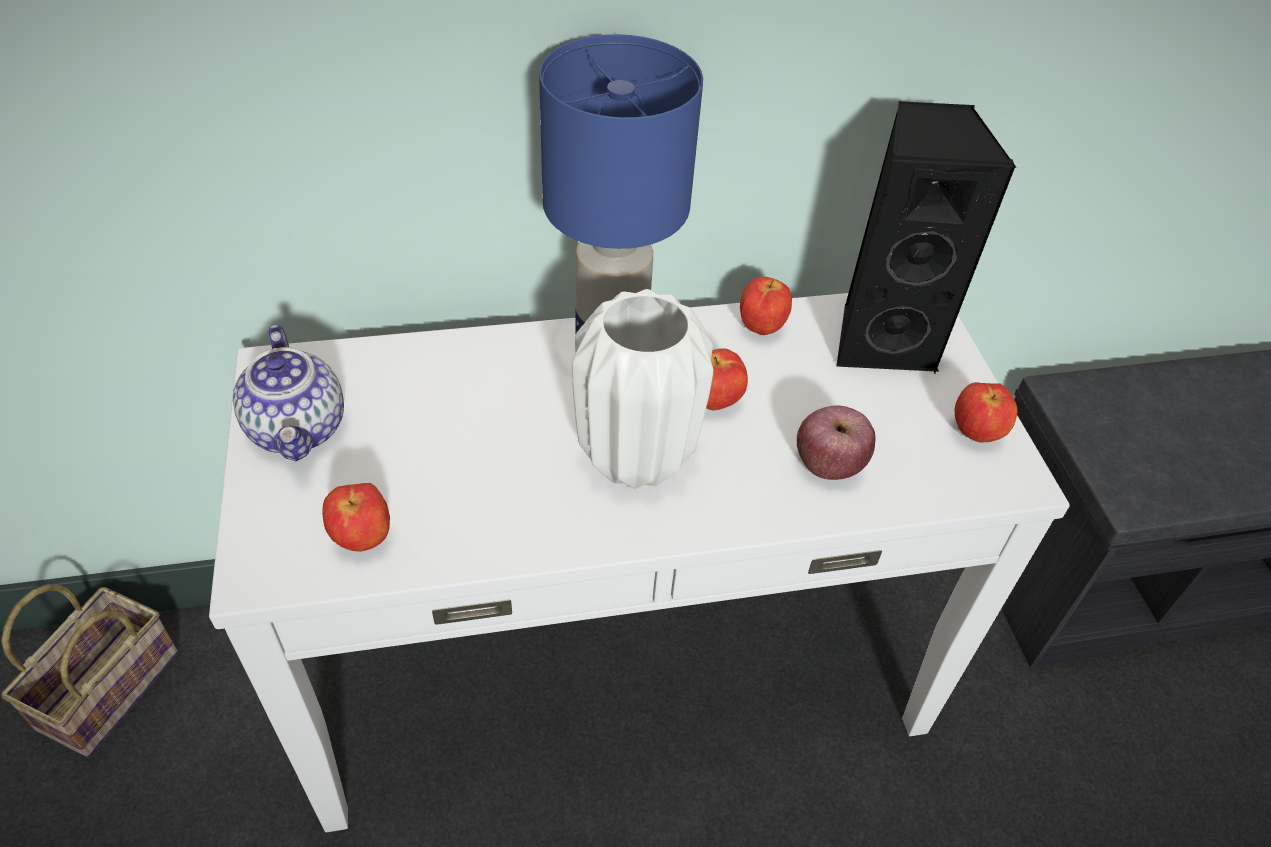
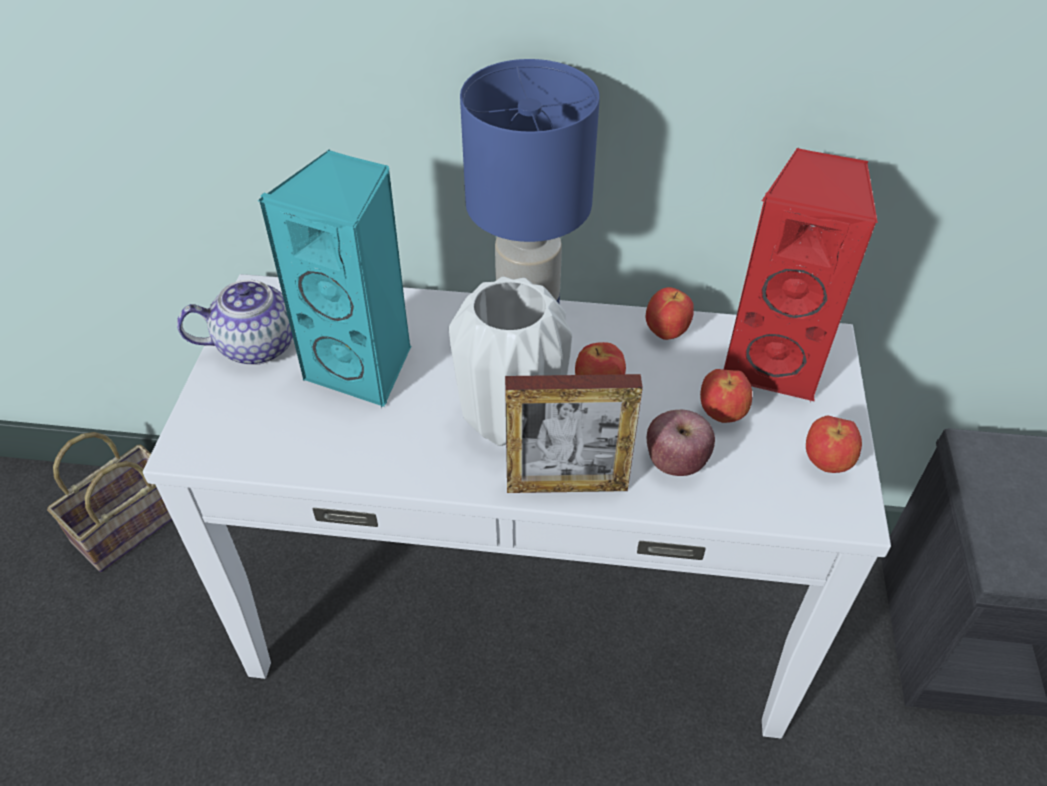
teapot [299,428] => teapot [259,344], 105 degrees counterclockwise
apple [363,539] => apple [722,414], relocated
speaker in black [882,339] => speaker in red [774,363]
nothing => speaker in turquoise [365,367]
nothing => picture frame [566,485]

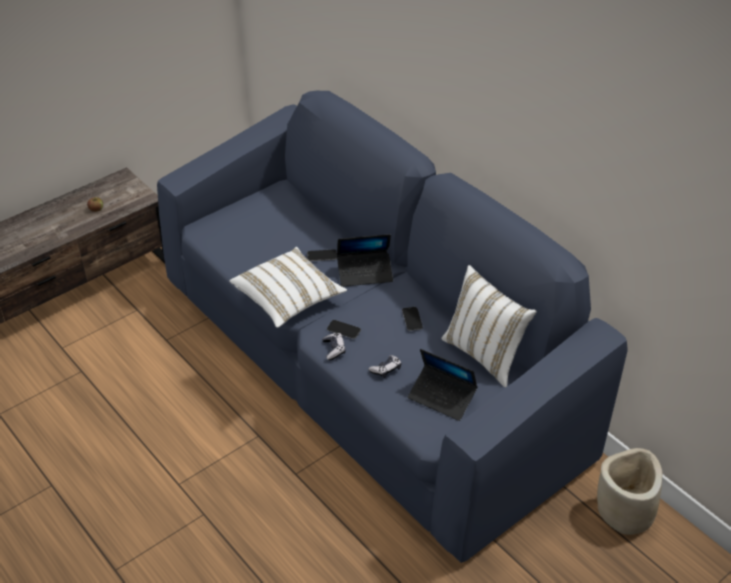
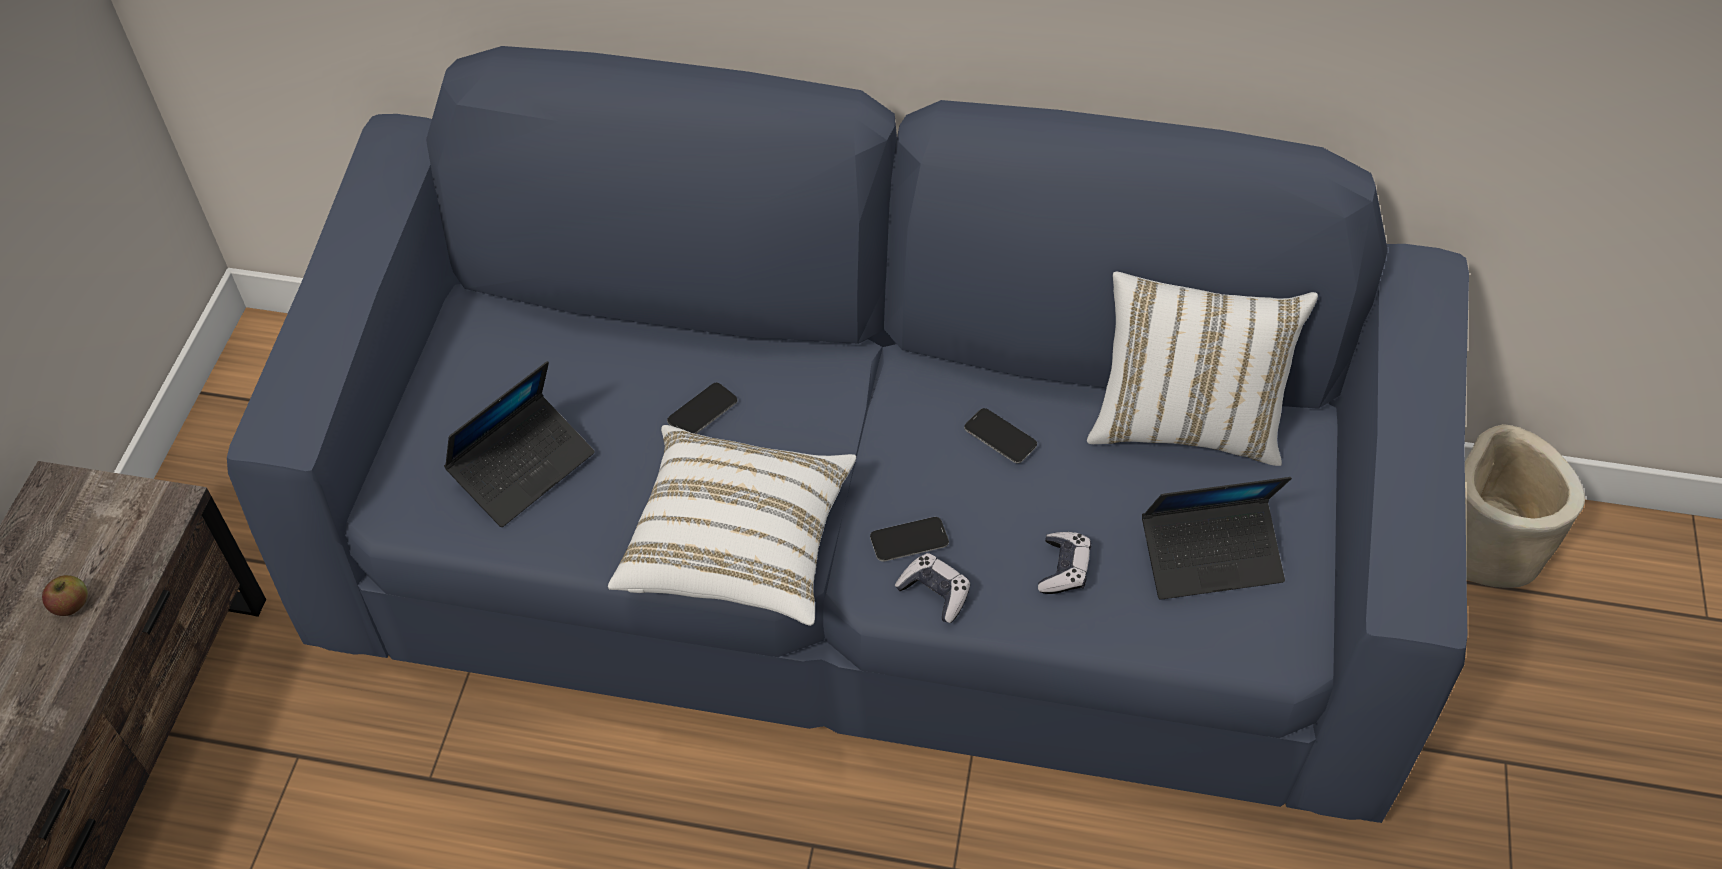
laptop [365,273] => laptop [523,468], relocated

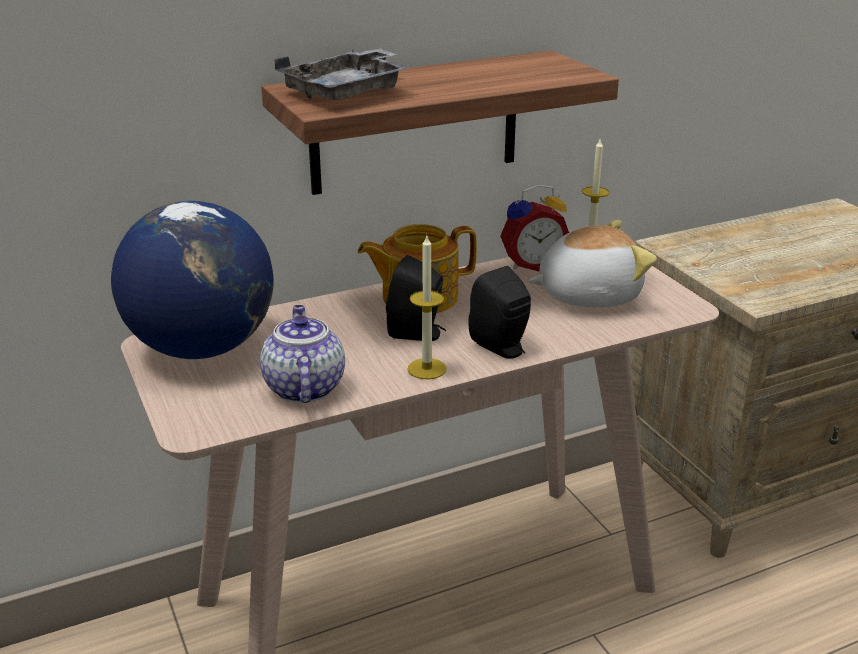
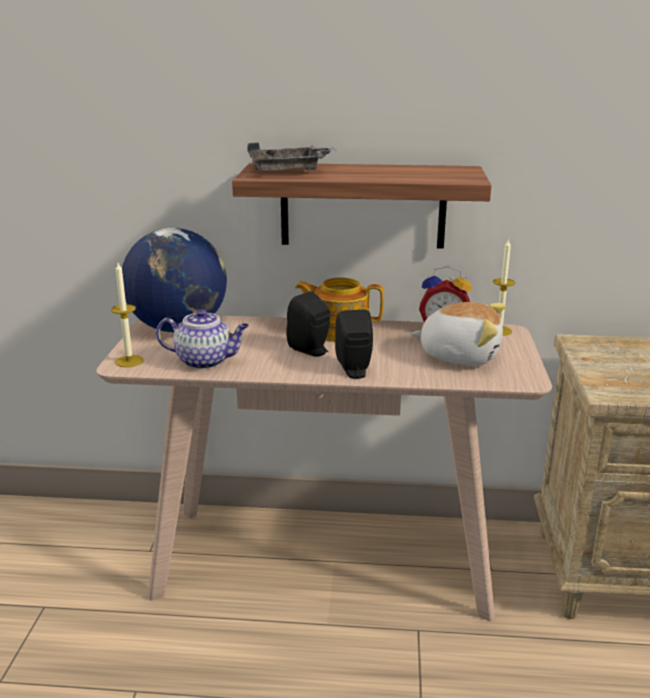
teapot [303,387] => teapot [205,361], 75 degrees clockwise
candle [427,369] => candle [129,361], relocated

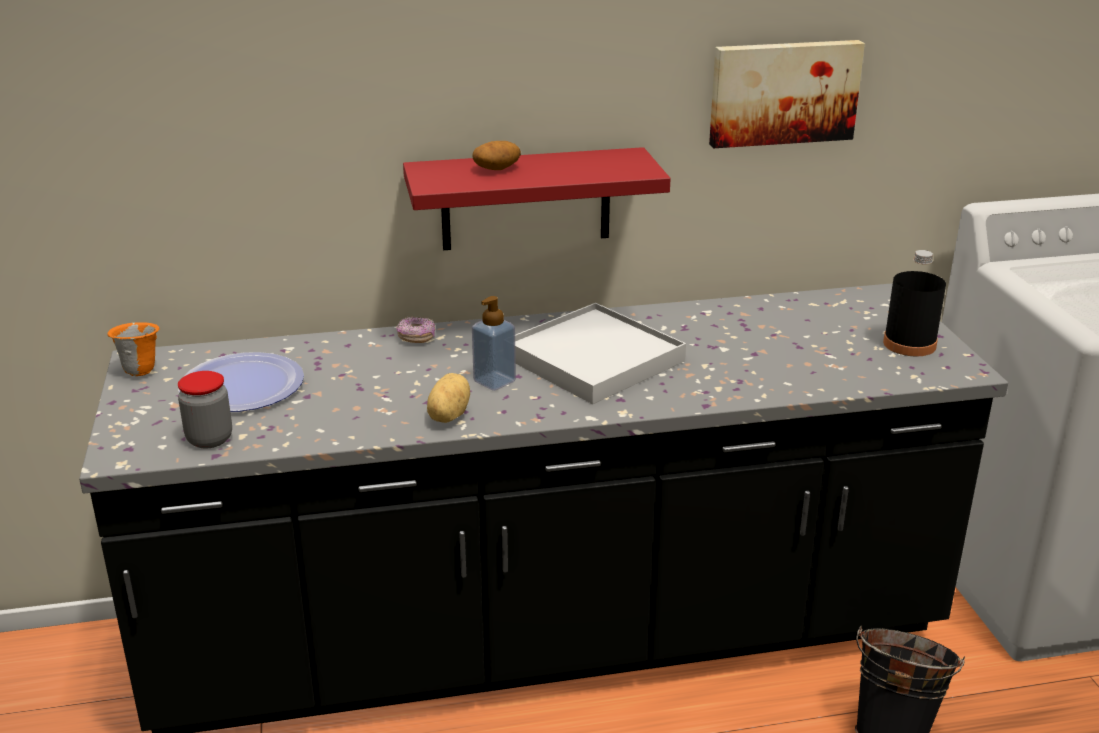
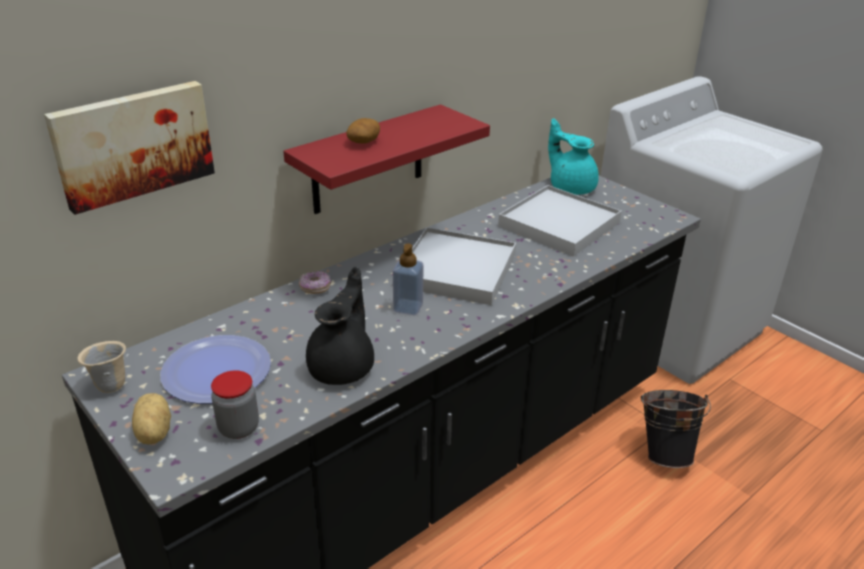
mug in orange [140,371] => mug in beige [110,385]
potato [447,416] => potato [152,433], relocated
picture [783,92] => picture [133,143], relocated
bottle in black [909,344] => nothing
nothing => teapot in black [343,367]
nothing => tray in white [559,224]
nothing => teapot in turquoise [571,187]

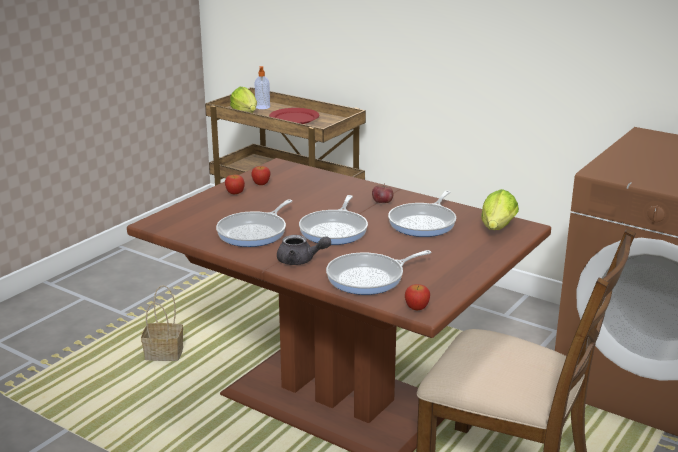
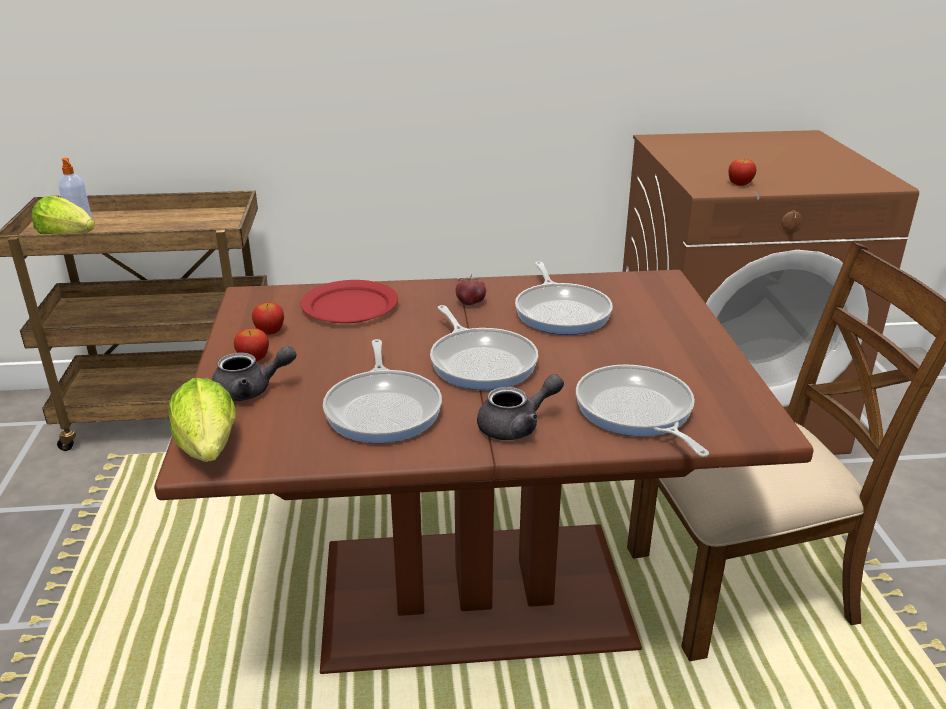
basket [165,353] => nothing
plate in red [294,118] => plate in red [349,306], relocated
frying pan [369,278] => frying pan [636,412], 135 degrees clockwise
apple [417,308] => apple [740,184], relocated
lettuce [496,229] => lettuce [209,451], relocated
nothing => teapot in grey [251,390]

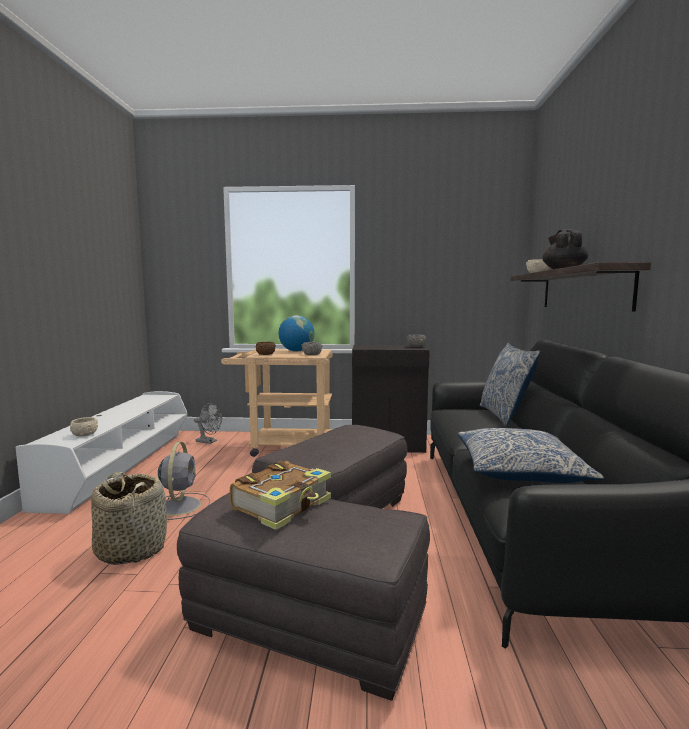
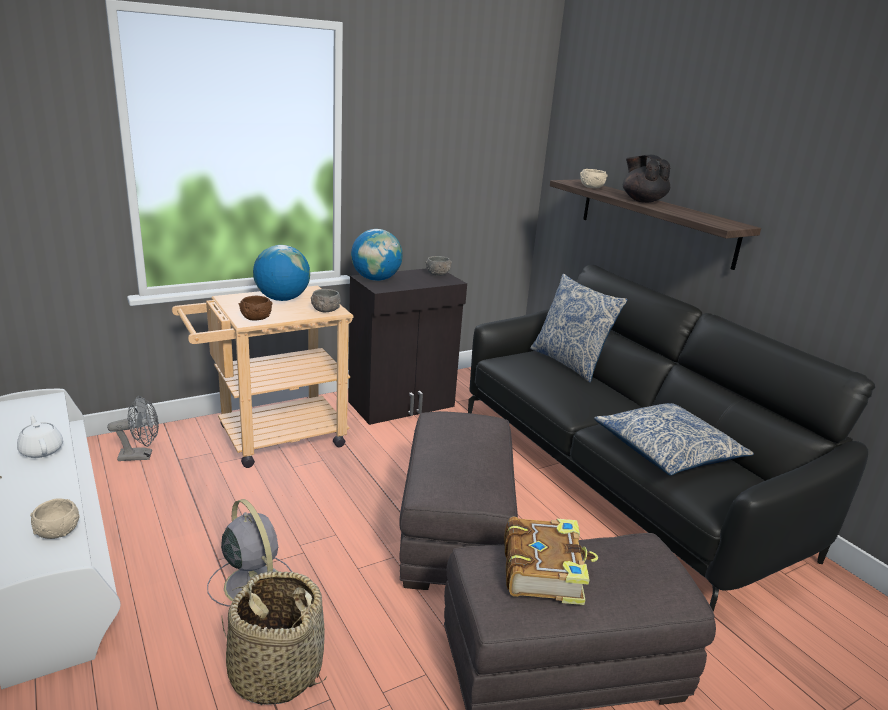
nothing => teapot in white [41,450]
nothing => globe [376,279]

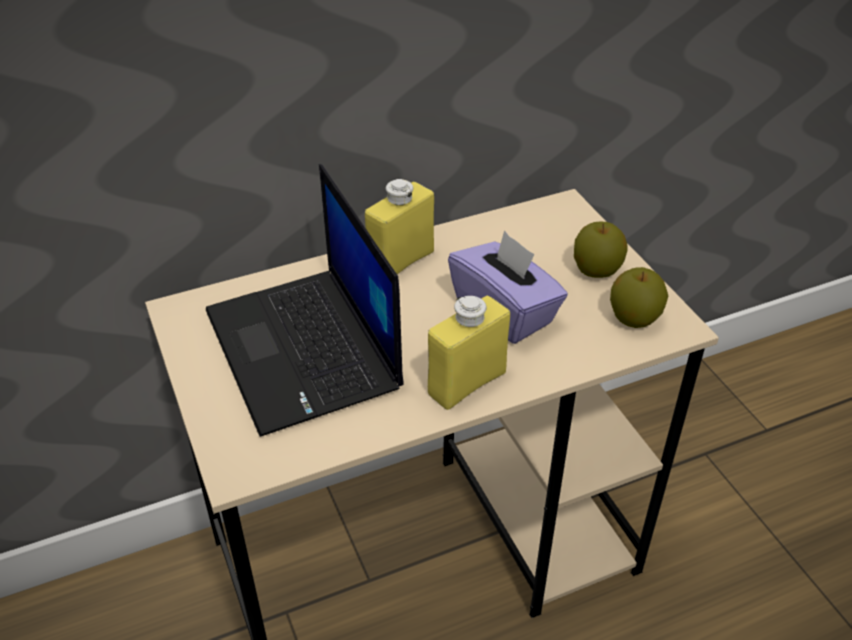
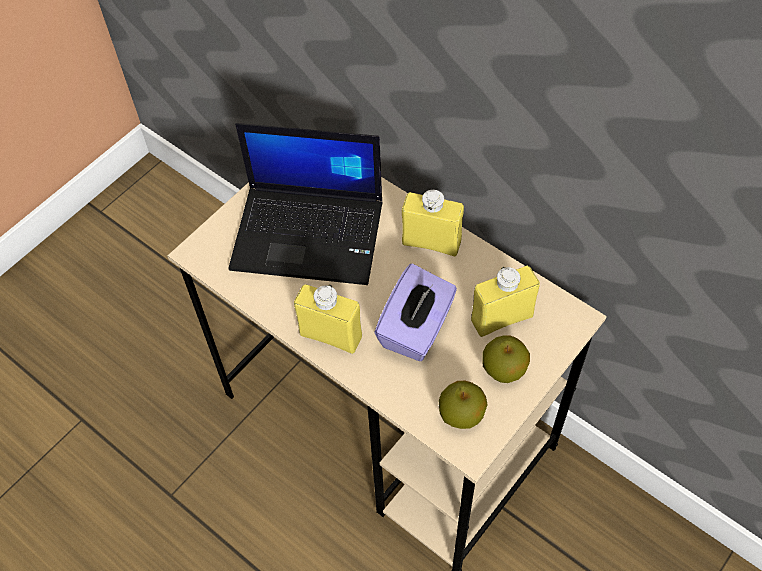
laptop [305,350] => laptop [310,234], 120 degrees counterclockwise
nothing => bottle in yellow [501,318]

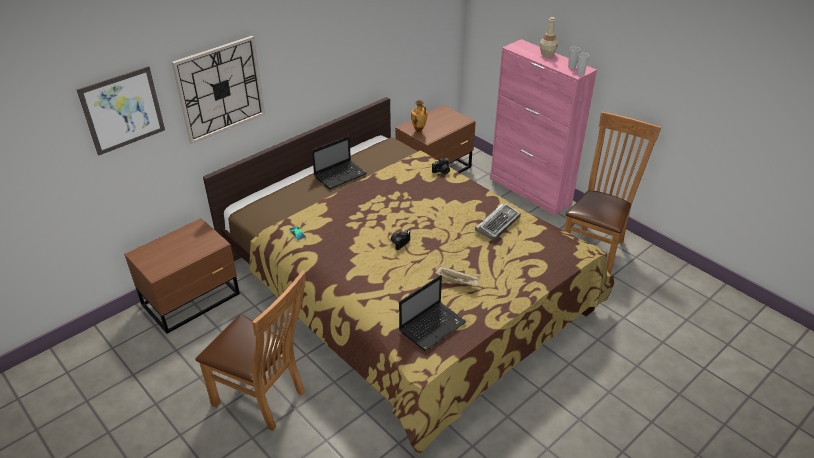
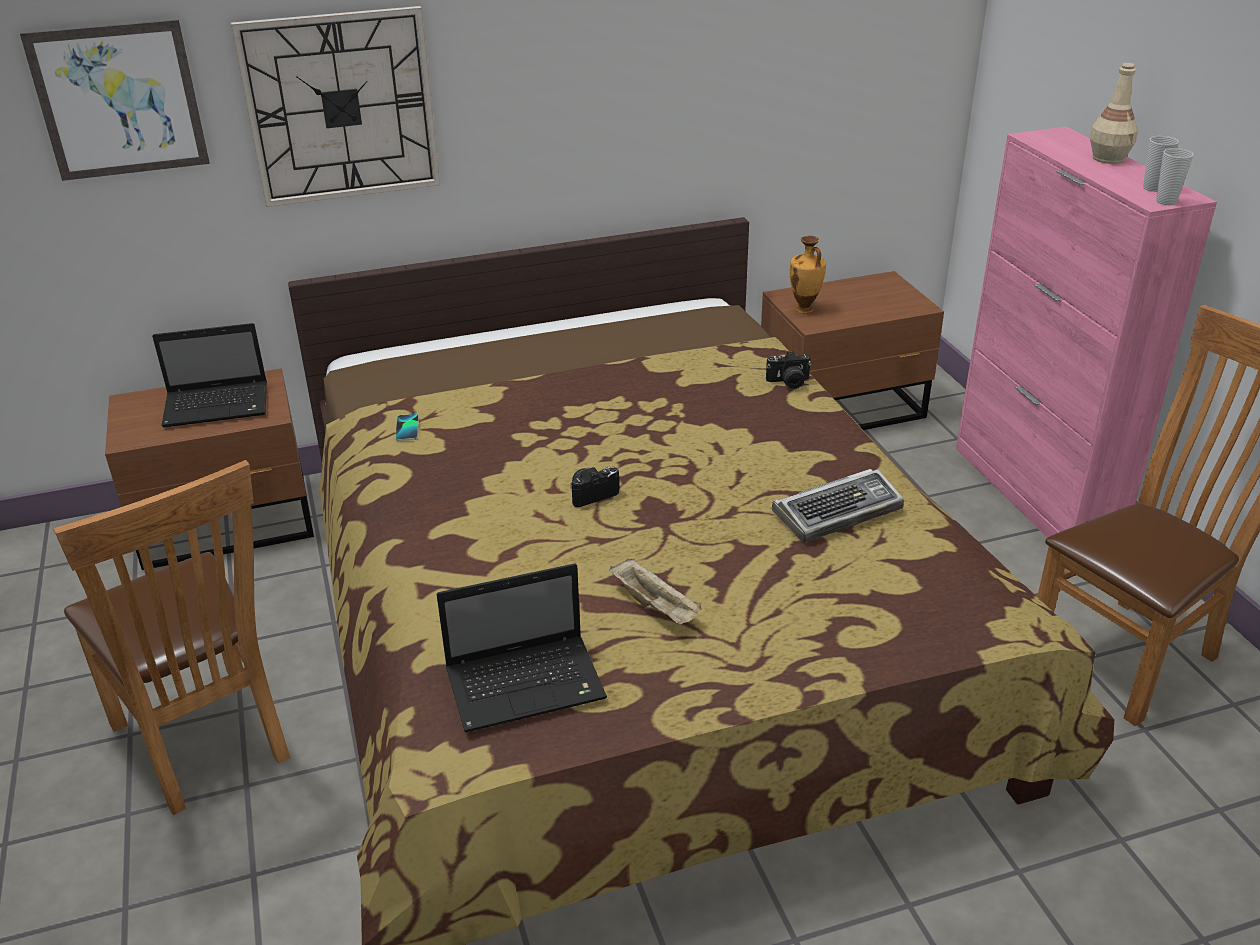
laptop [341,175] => laptop [219,405], relocated

